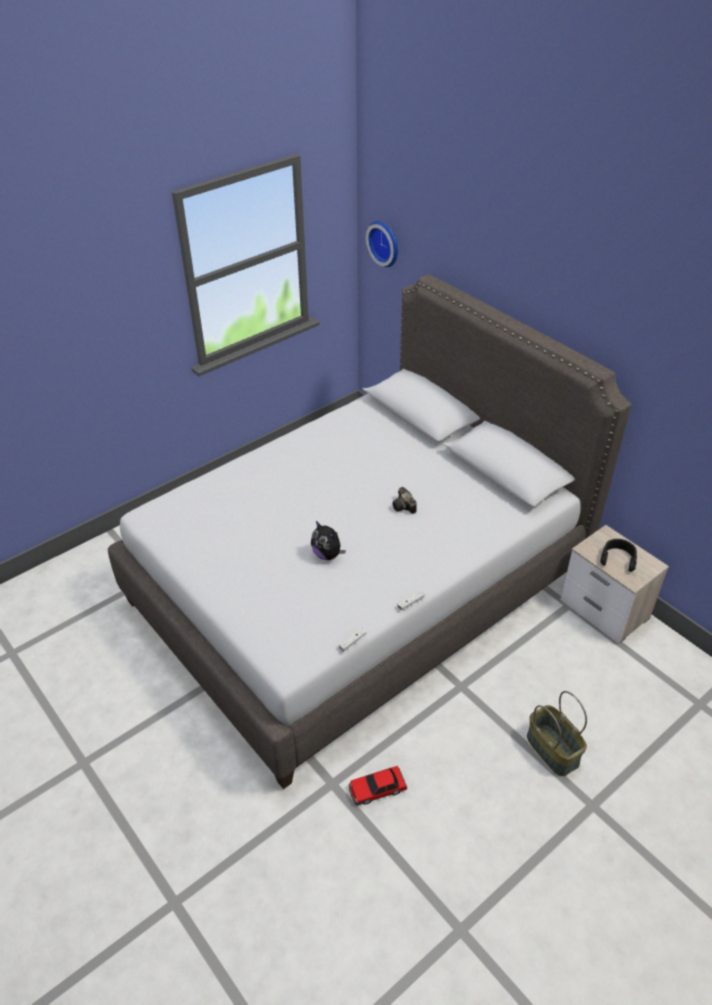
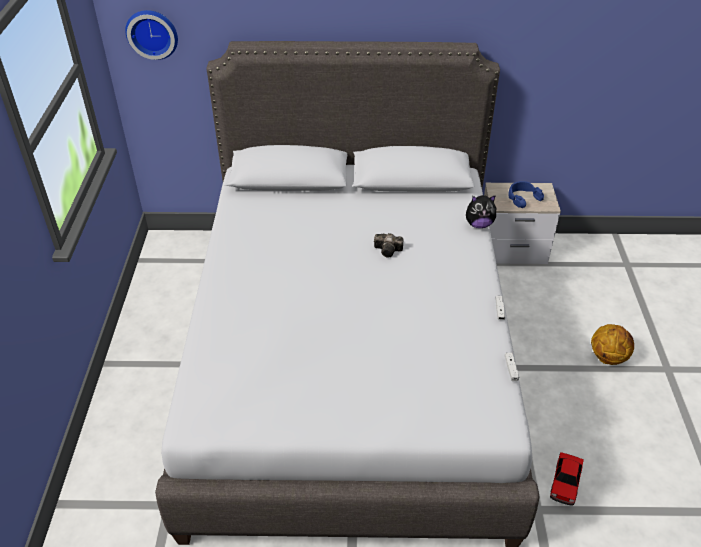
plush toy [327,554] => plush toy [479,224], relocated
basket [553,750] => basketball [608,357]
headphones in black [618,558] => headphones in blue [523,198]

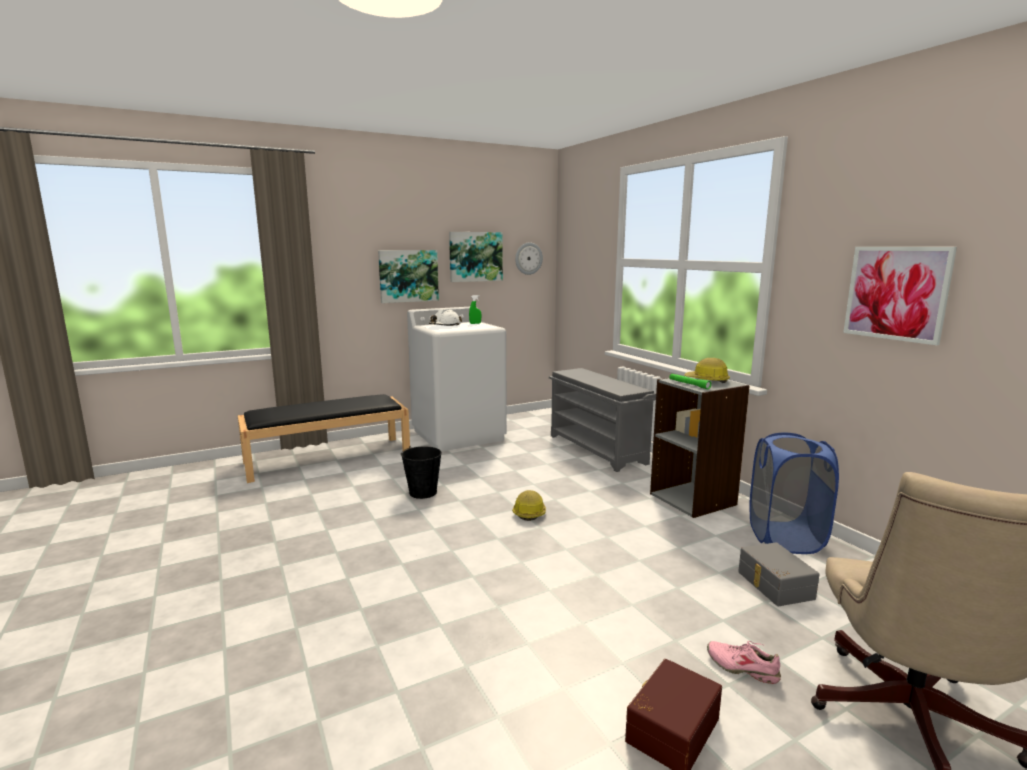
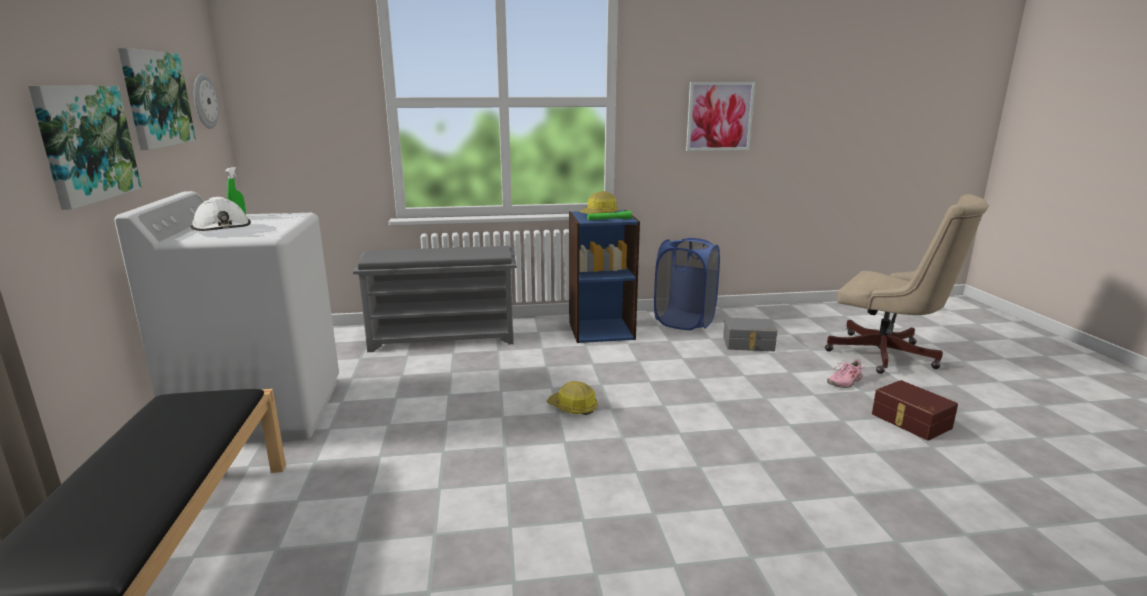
bucket in black [423,492] => nothing
bookcase in grey [693,499] => bookcase in blue [601,330]

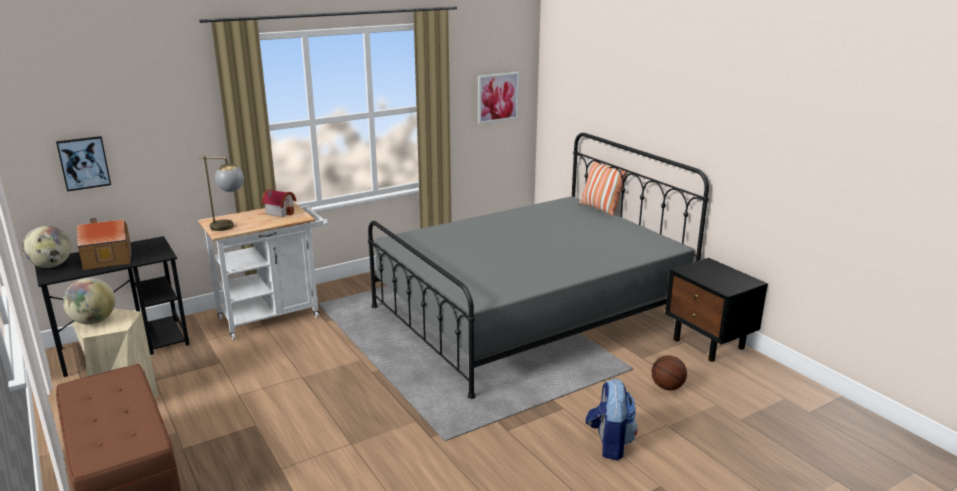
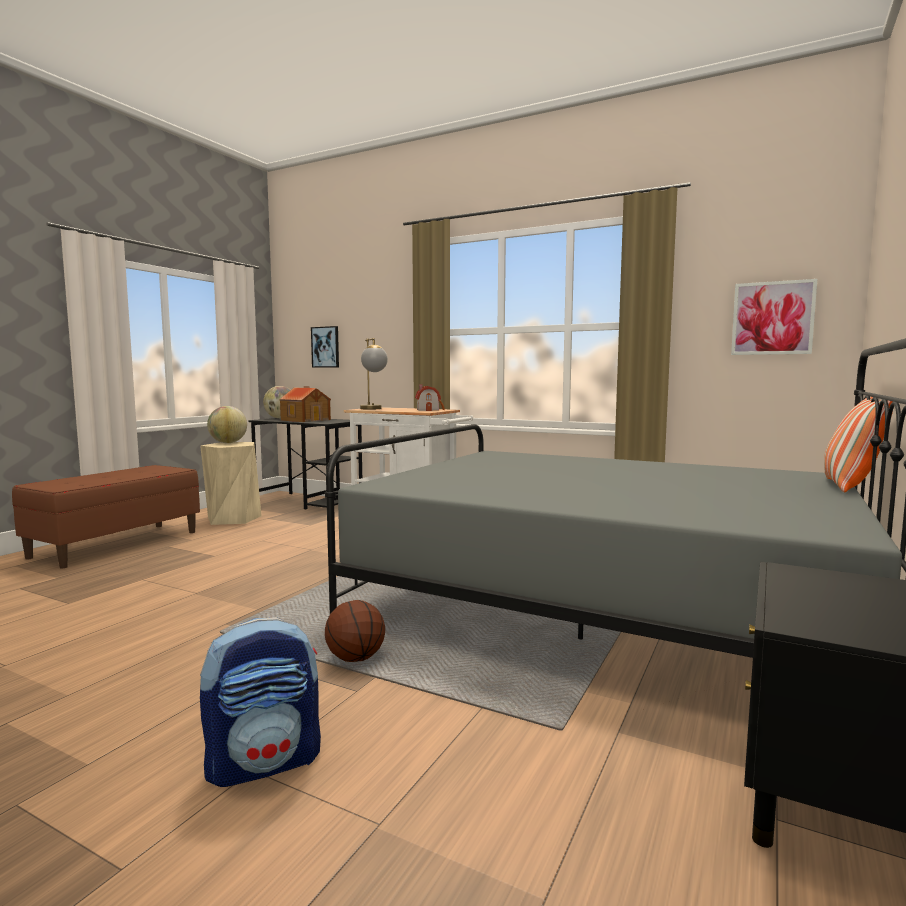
basketball [667,387] => basketball [356,658], relocated

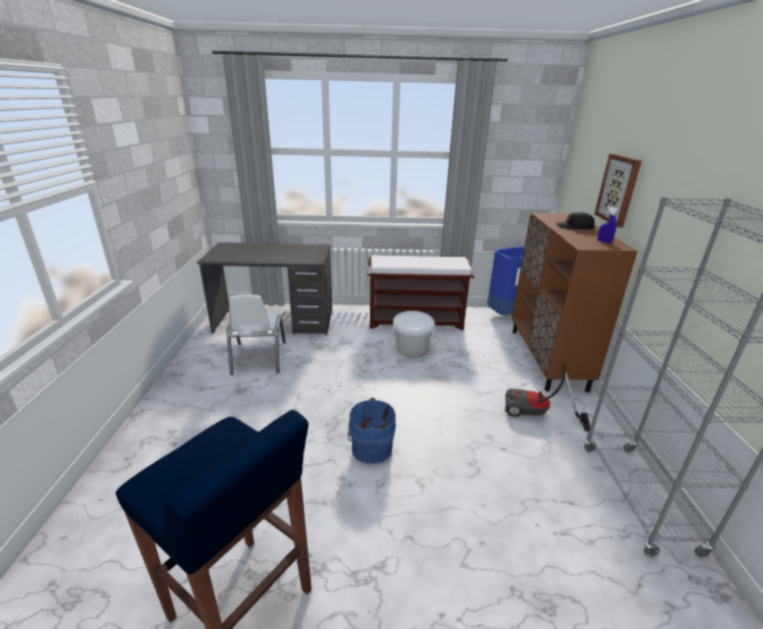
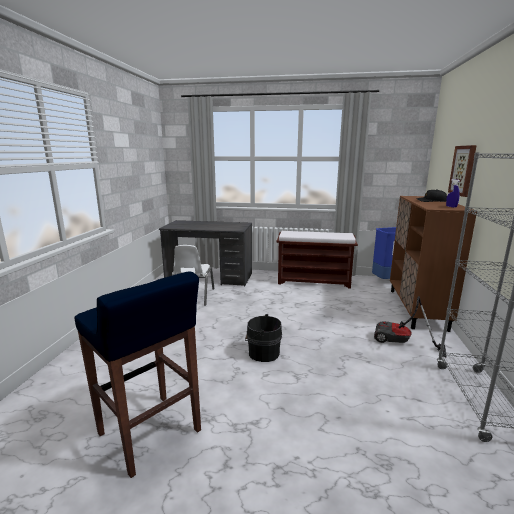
bucket in blue [369,448] => bucket in black [262,352]
bucket in white [412,347] => nothing

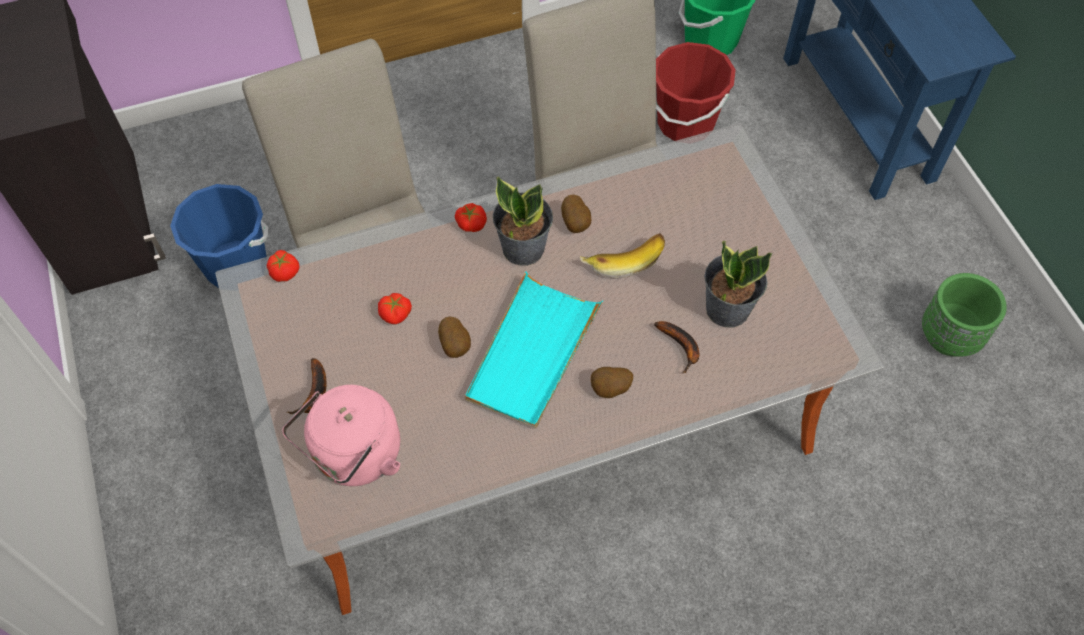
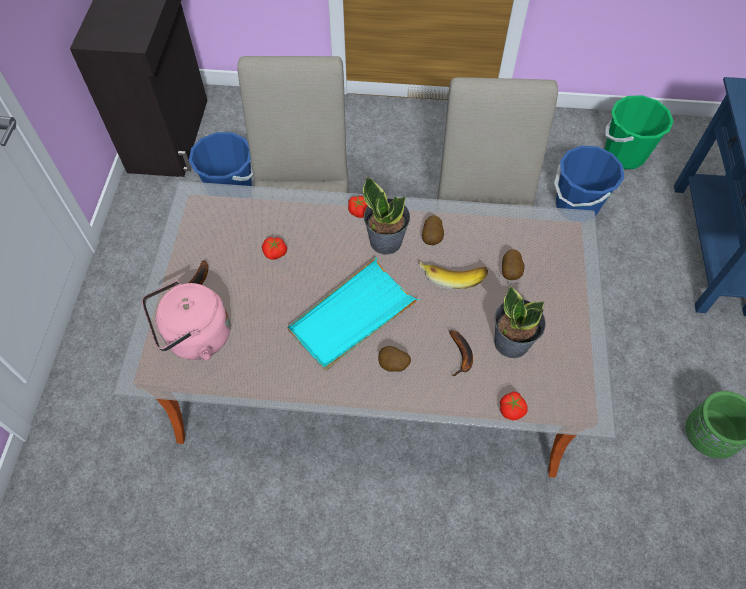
tomato [285,272] => tomato [512,409], relocated
potato [456,346] => potato [511,272], relocated
bucket in red [685,123] => bucket in blue [576,206]

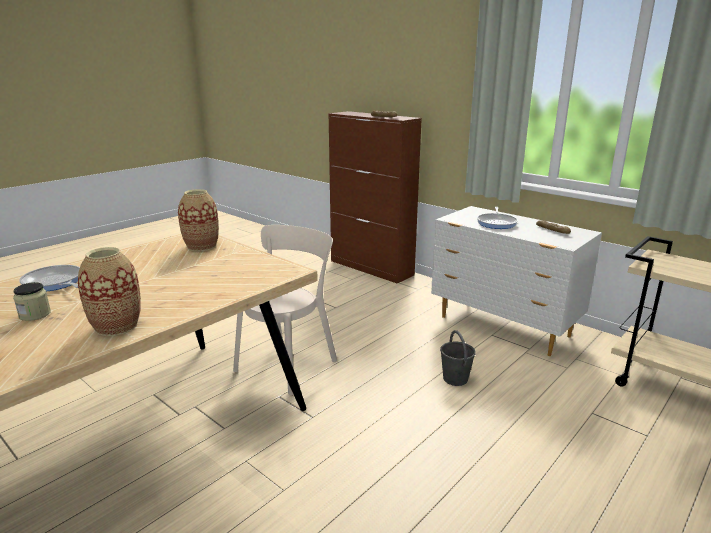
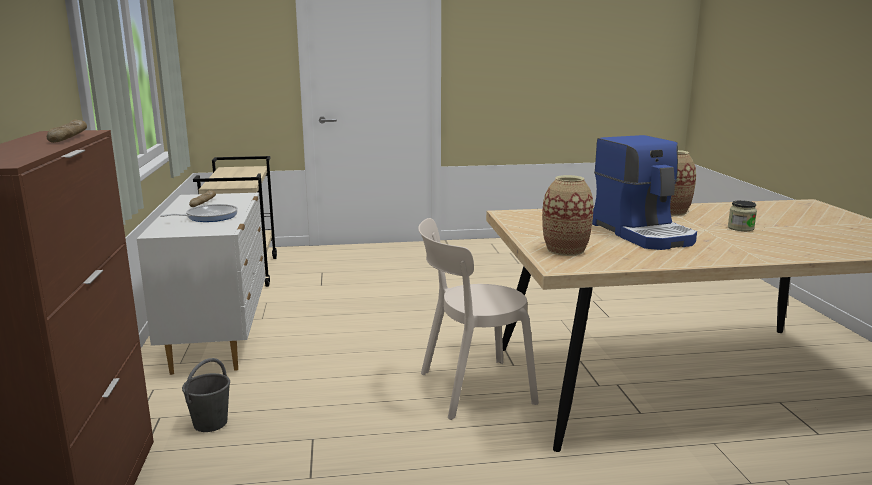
frying pan [54,283] => nothing
bucket in grey [455,379] => bucket in grey [211,423], relocated
nothing => coffee machine [643,233]

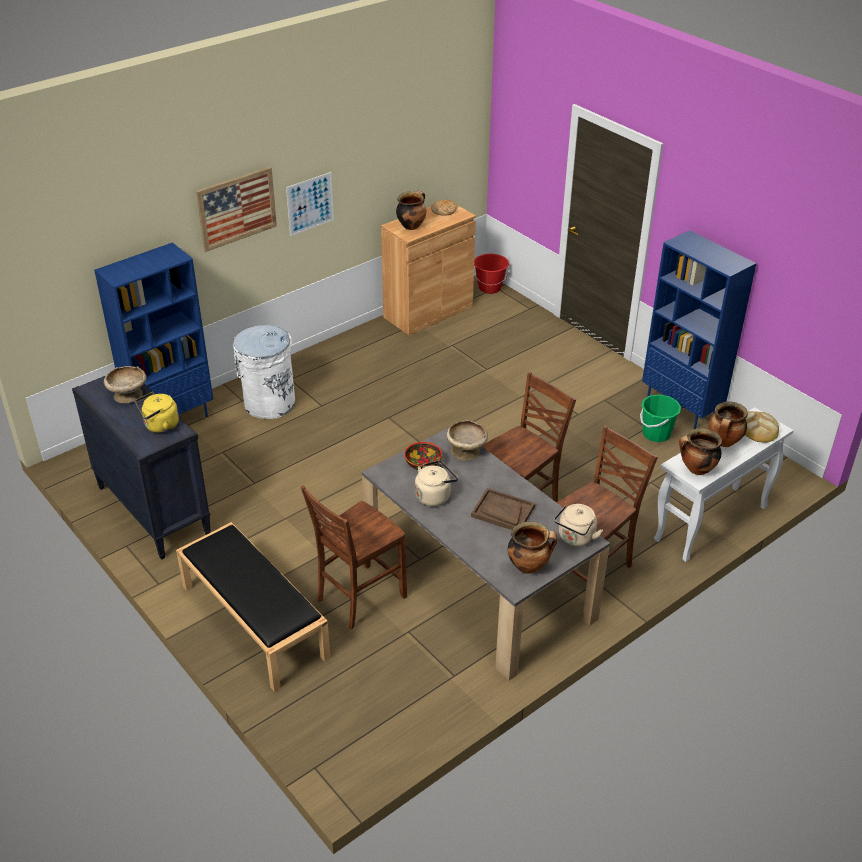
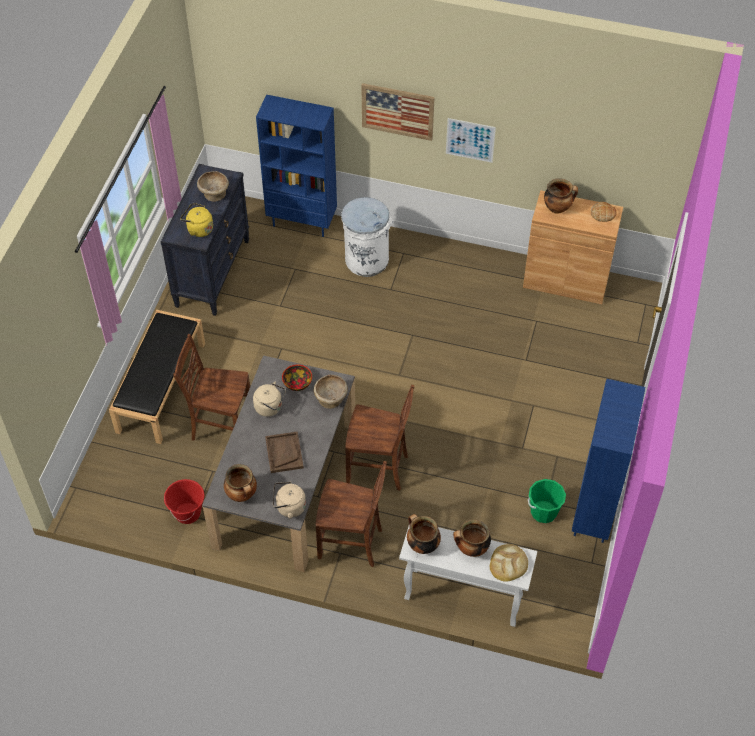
bucket in red [490,288] => bucket in red [188,513], relocated

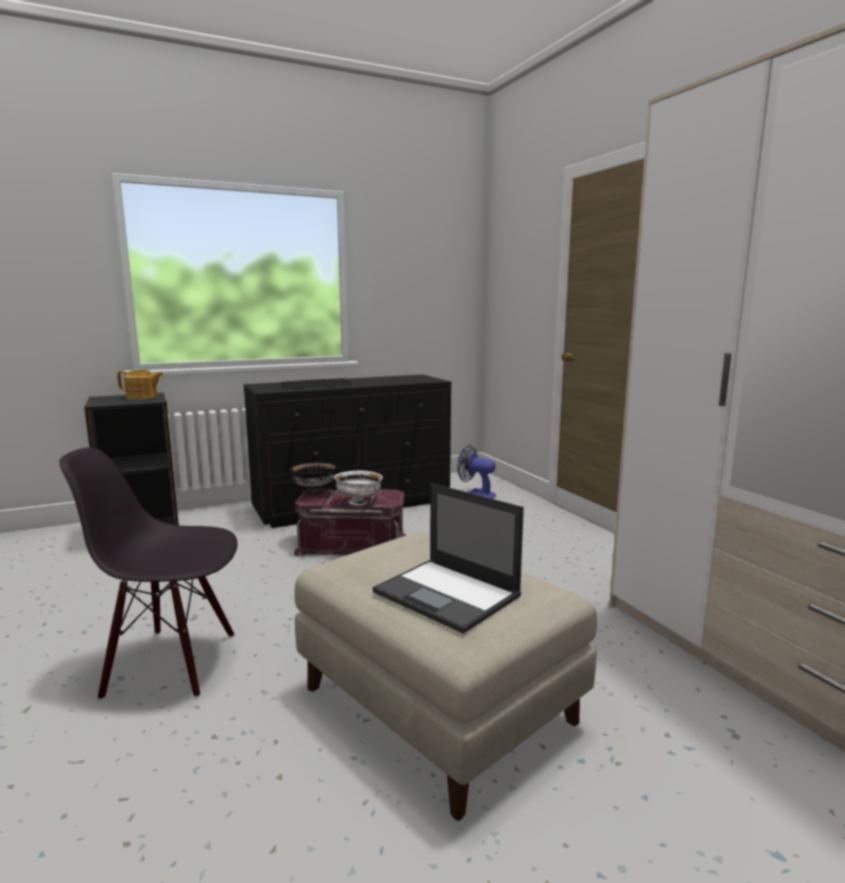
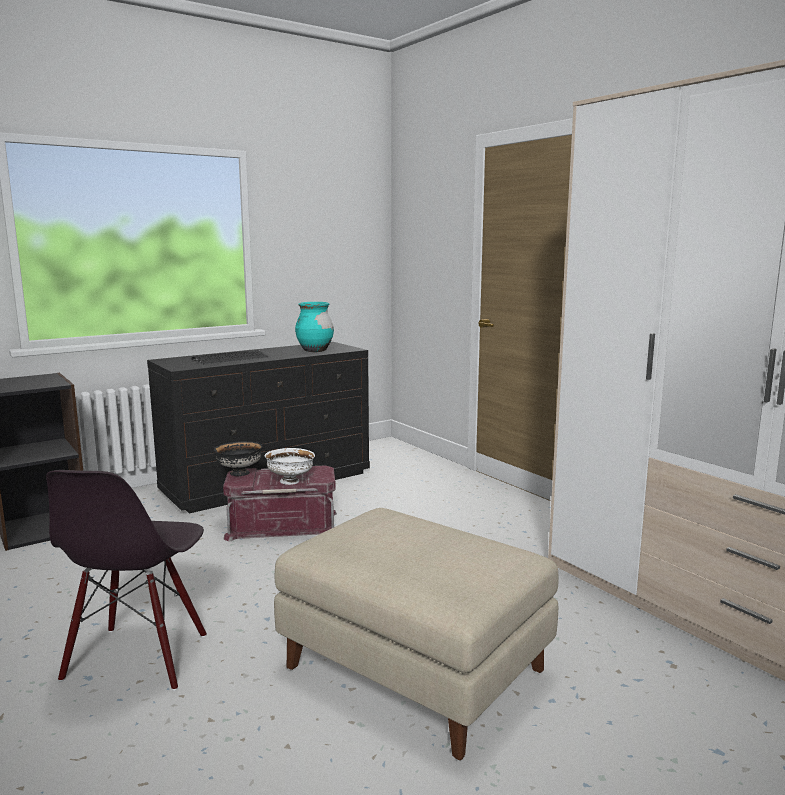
chair in black [172,663] => chair in black [138,658], 75 degrees counterclockwise
teapot [142,397] => nothing
laptop [448,594] => nothing
fan [476,494] => nothing
nothing => vase in turquoise [315,350]

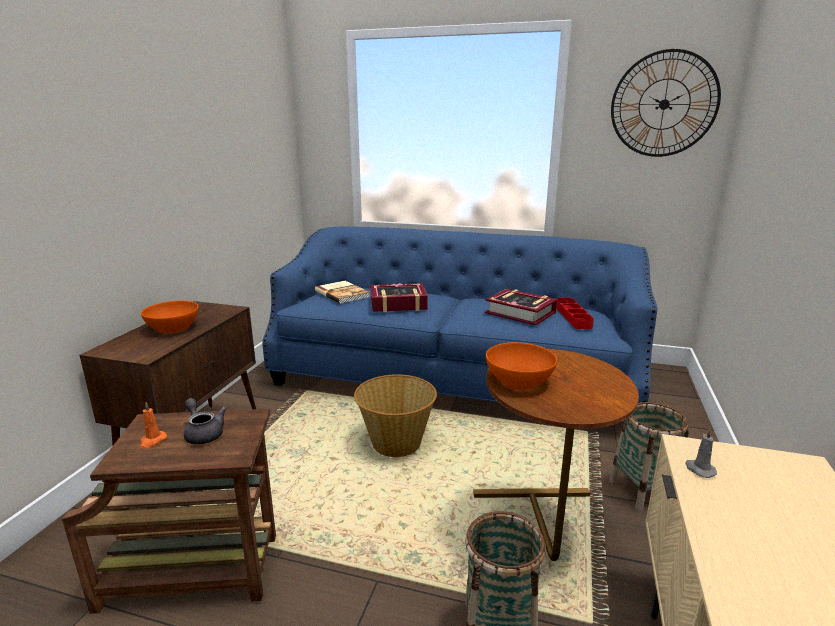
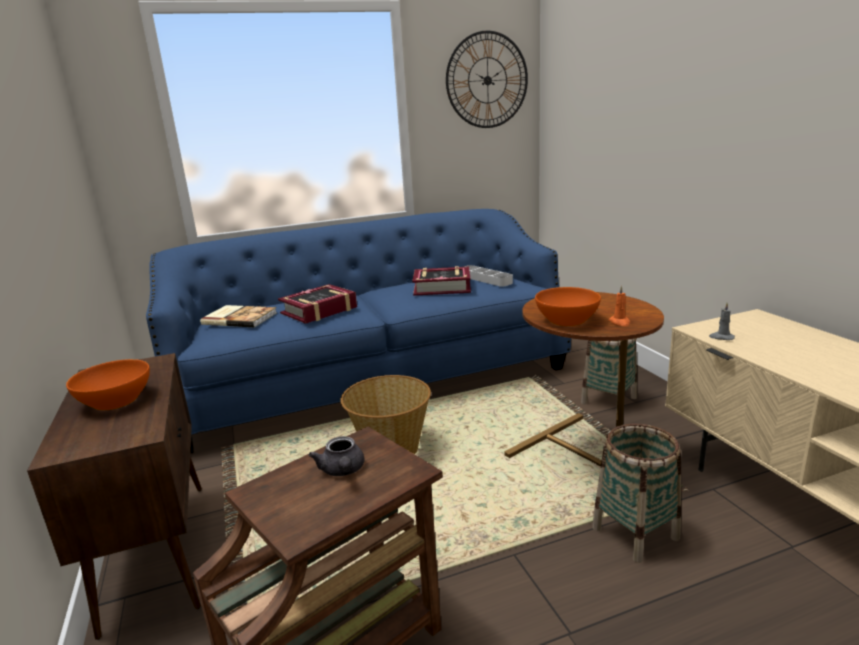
candle in orange [152,441] => candle in orange [619,322], relocated
teapot in grey [203,433] => teapot in grey [342,471], 120 degrees counterclockwise
tray in red [573,316] => tray in grey [485,279]

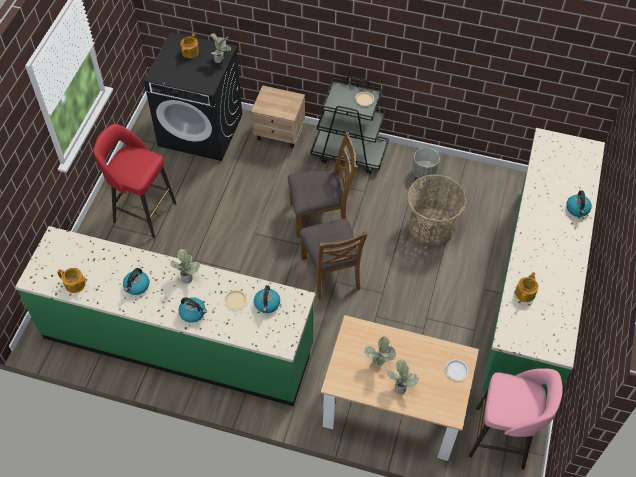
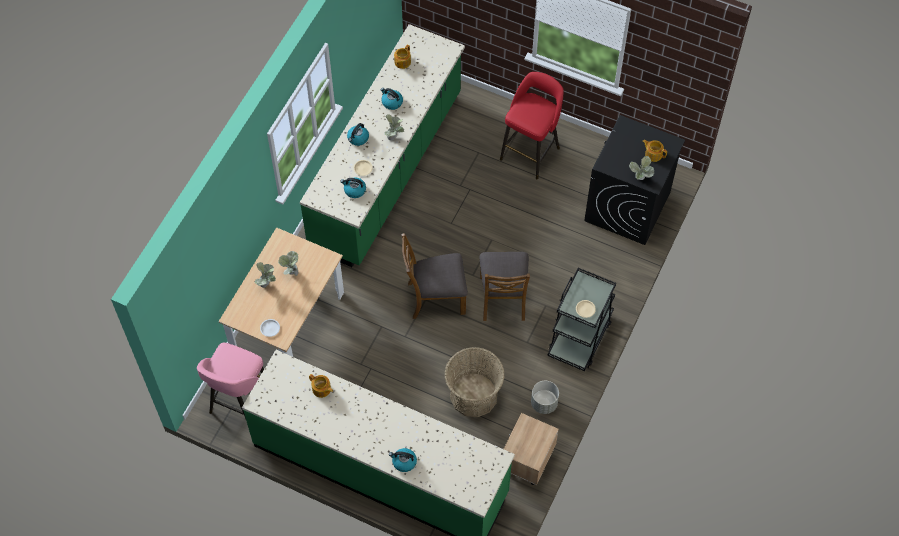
nightstand in beige [280,133] => nightstand in beige [527,461], relocated

